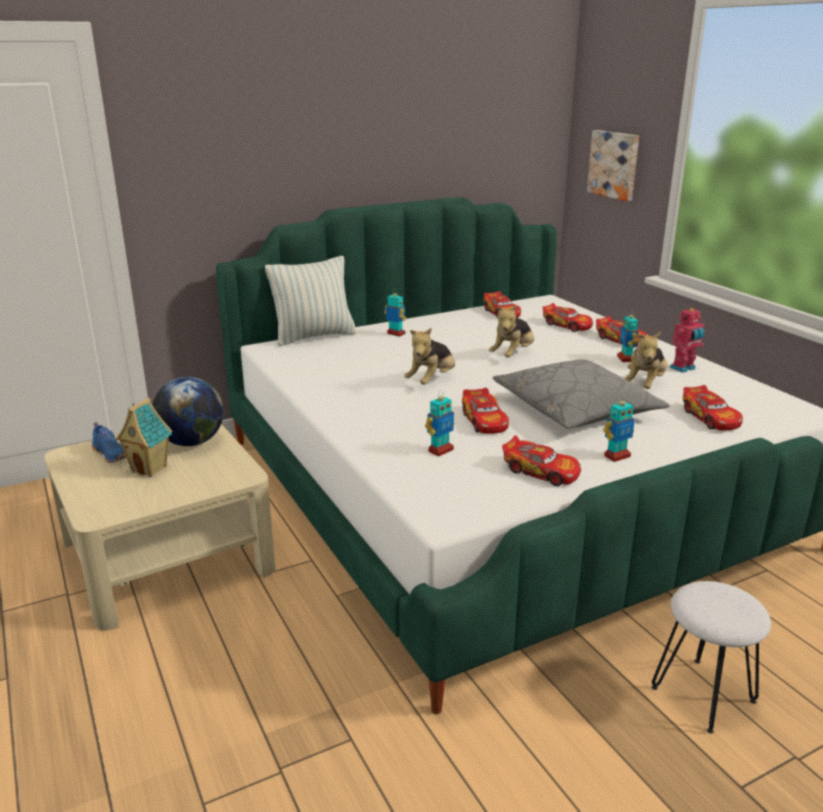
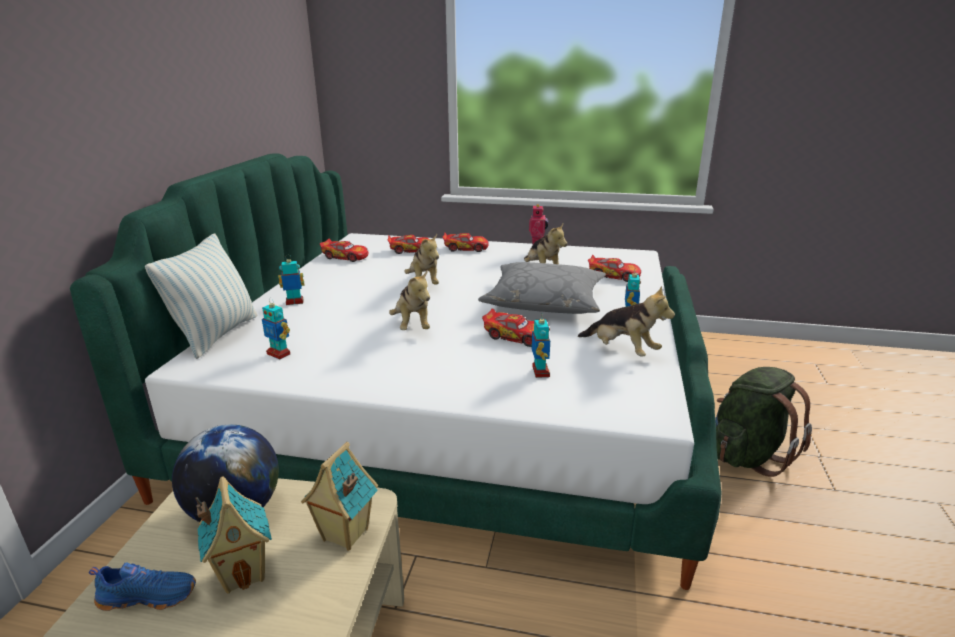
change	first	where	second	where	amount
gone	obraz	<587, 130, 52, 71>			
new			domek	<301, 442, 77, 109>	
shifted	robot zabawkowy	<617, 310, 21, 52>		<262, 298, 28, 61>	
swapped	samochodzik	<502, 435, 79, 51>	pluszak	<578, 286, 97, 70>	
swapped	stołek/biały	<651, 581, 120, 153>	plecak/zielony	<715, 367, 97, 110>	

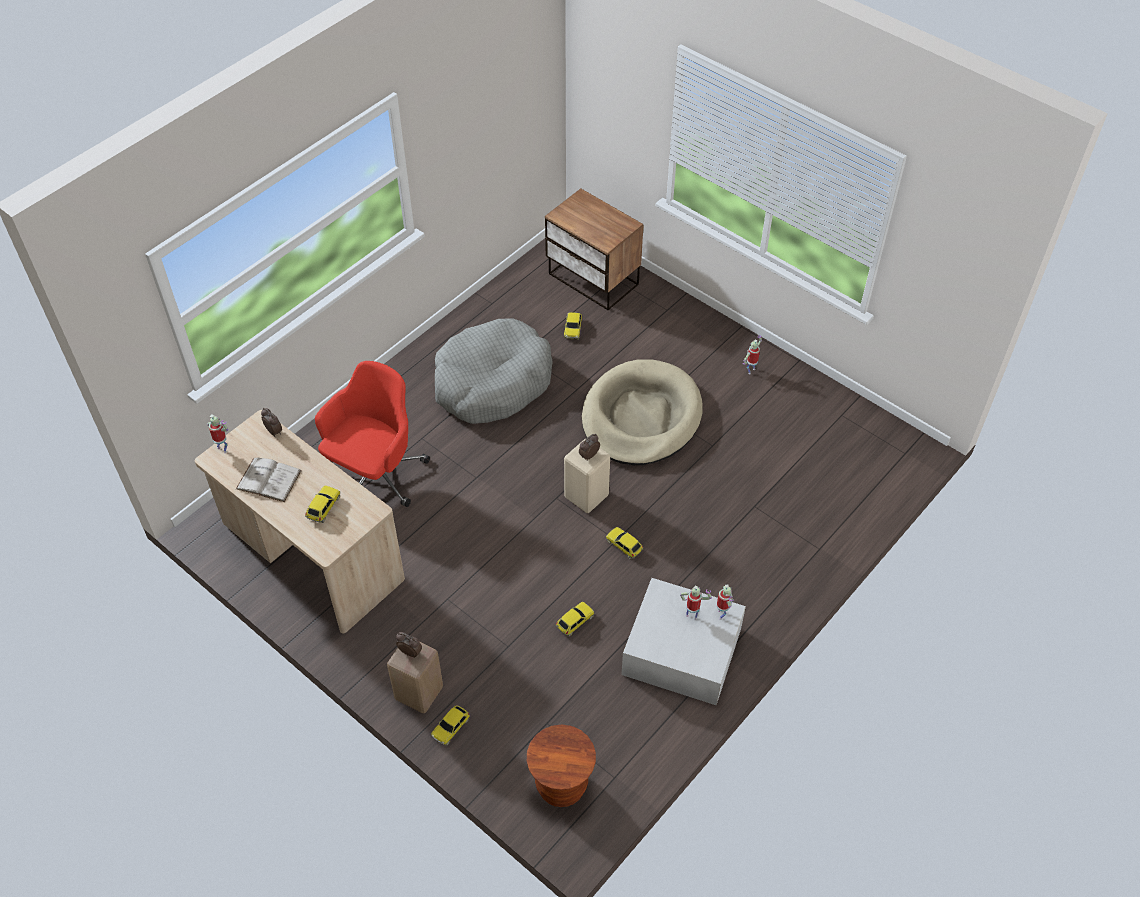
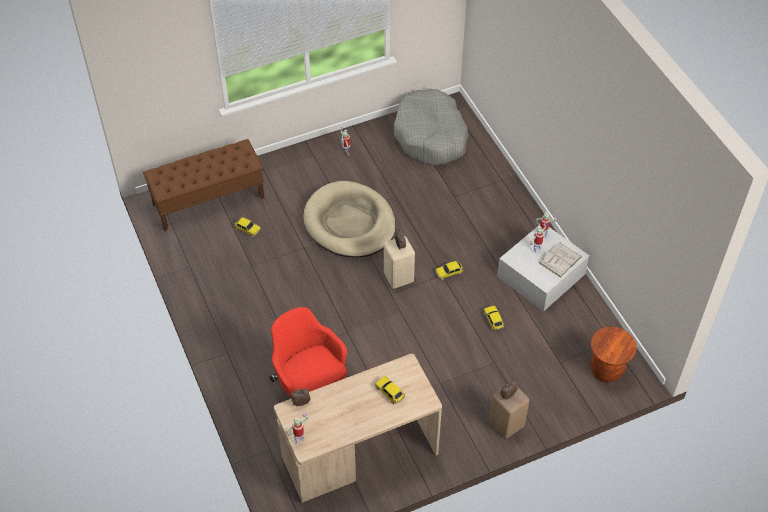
change	first	where	second	where	amount
gone	samochodzik	<431, 705, 39, 41>			
shifted	książka/biały	<236, 458, 66, 44>		<539, 242, 43, 36>	
shifted	legowisko/szary	<435, 318, 118, 106>		<394, 89, 74, 76>	
swapped	szafka nocna	<545, 189, 98, 121>	ławka/brązowy	<143, 139, 121, 92>	

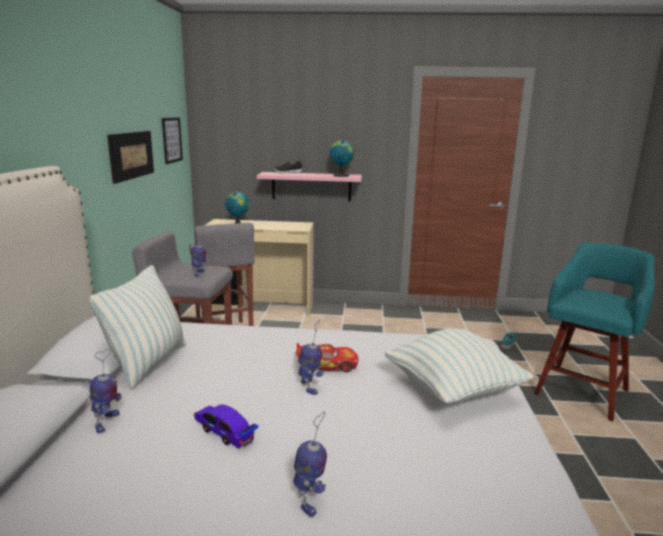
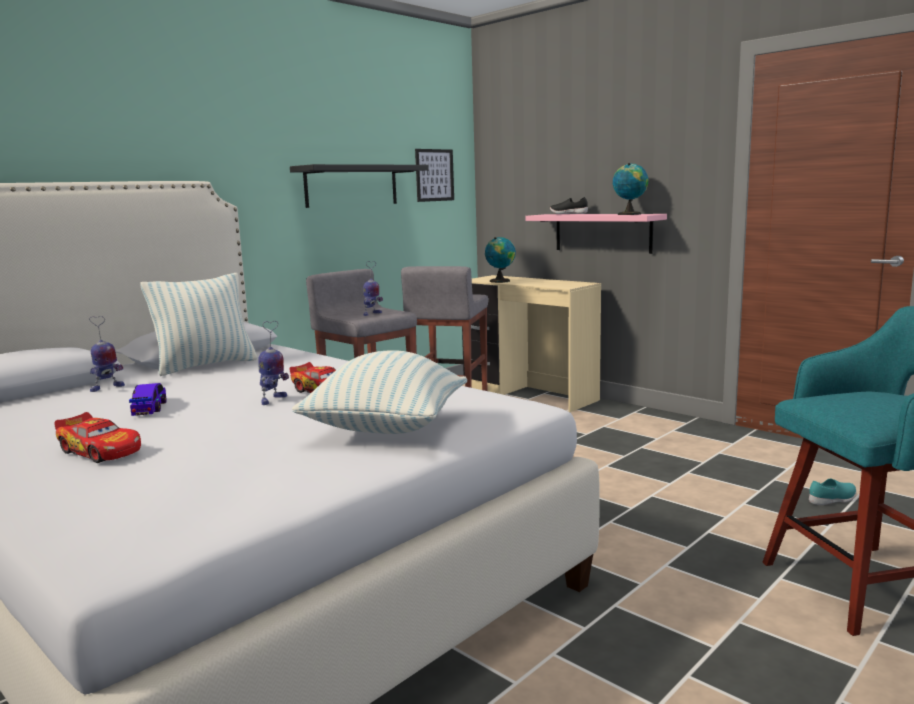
change	first	where	second	where	amount
swapped	obraz	<107, 131, 47, 53>	półka/czarny	<290, 164, 139, 44>	
swapped	robot zabawkowy	<293, 411, 34, 106>	samochodzik	<54, 412, 87, 51>	

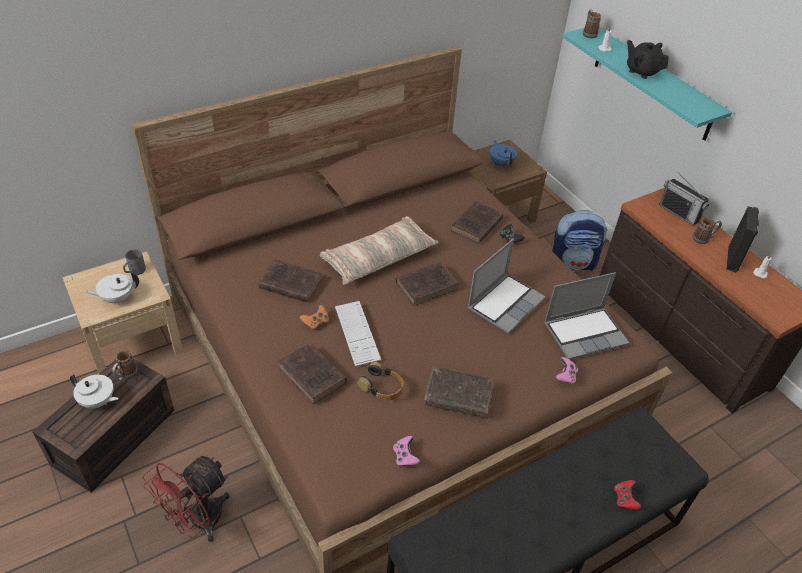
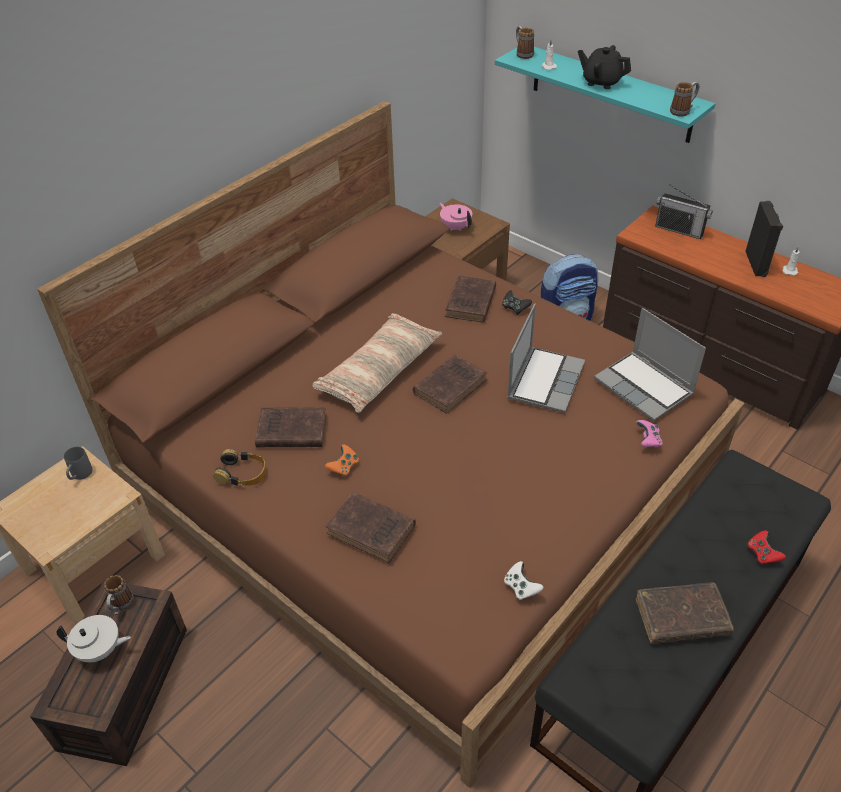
change	first	where	second	where	amount
gone	imbryk/biały	<85, 272, 54, 32>			
gone	wentylator/czerwony	<143, 456, 87, 86>			
gone	klawiatura	<335, 301, 46, 66>			
shifted	słuchawki	<357, 362, 47, 38>		<213, 449, 53, 37>	
shifted	książka/brązowy	<424, 366, 70, 52>		<636, 582, 98, 62>	
shifted	kubek	<693, 218, 29, 26>		<670, 82, 29, 35>	
repainted	pad do gier/różowy	<393, 436, 27, 30>	pad do gier/biały	<504, 561, 39, 39>	
repainted	imbryk/niebieski	<490, 140, 27, 27>	imbryk/różowy	<440, 203, 32, 28>	
rotated	laptop	<544, 272, 85, 88>		<594, 308, 112, 113>	90 degrees clockwise

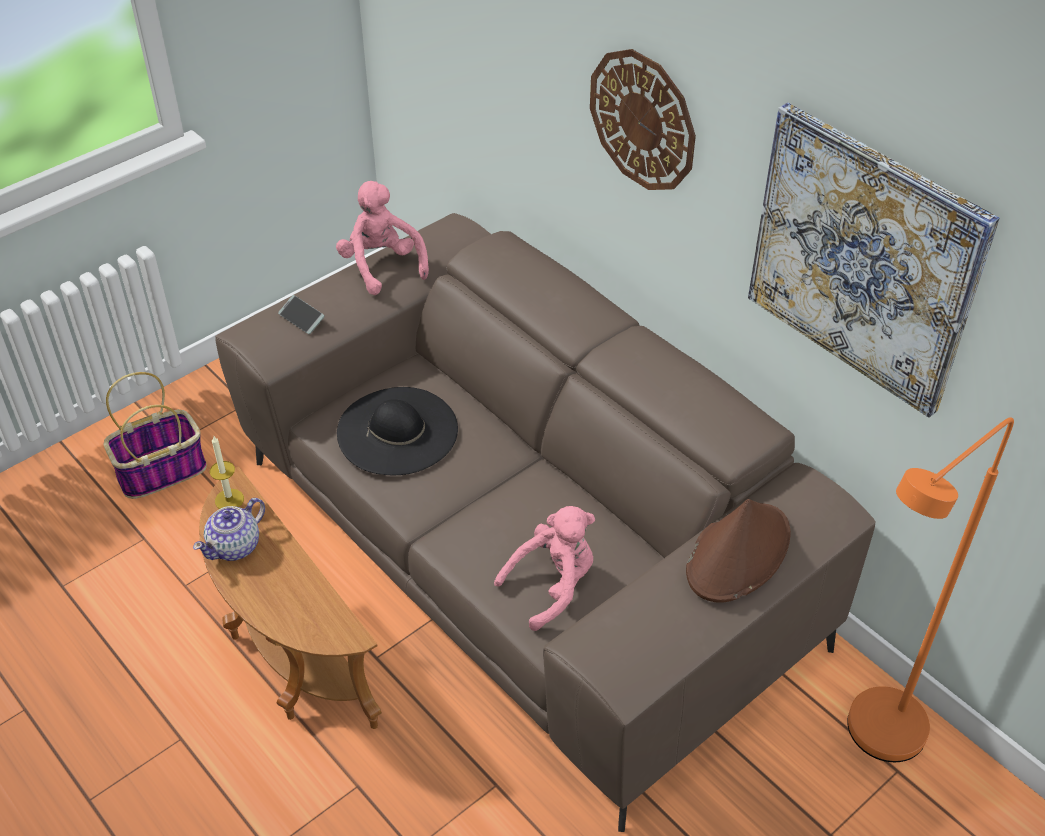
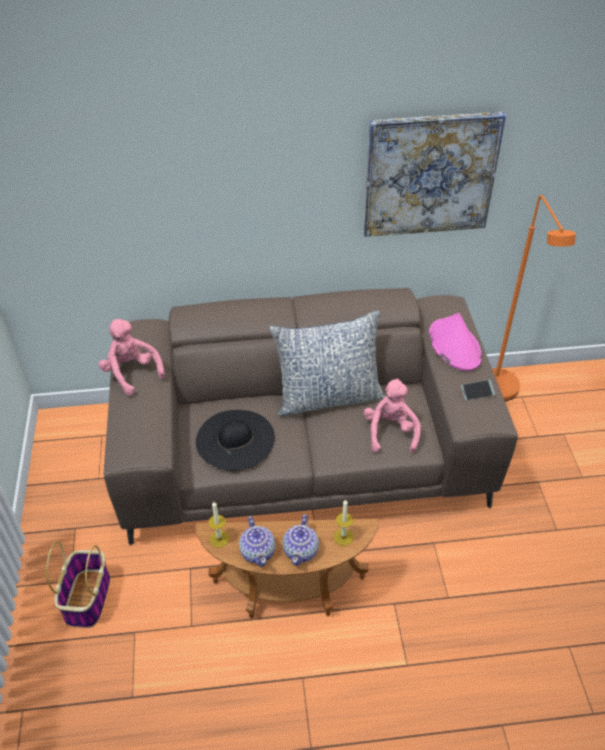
change	first	where	second	where	amount
gone	zegar ścienny	<590, 49, 106, 141>			
new			poduszka	<269, 310, 116, 106>	
new			imbryk	<282, 514, 37, 52>	
new			świeca	<334, 499, 20, 47>	
shifted	telefon	<278, 295, 47, 39>		<461, 380, 34, 21>	
repainted	kapelusz/brązowy	<686, 499, 105, 104>	kapelusz/różowy	<429, 313, 53, 58>	
rotated	pluszak/różowy	<336, 181, 93, 114>		<99, 319, 66, 77>	45 degrees clockwise

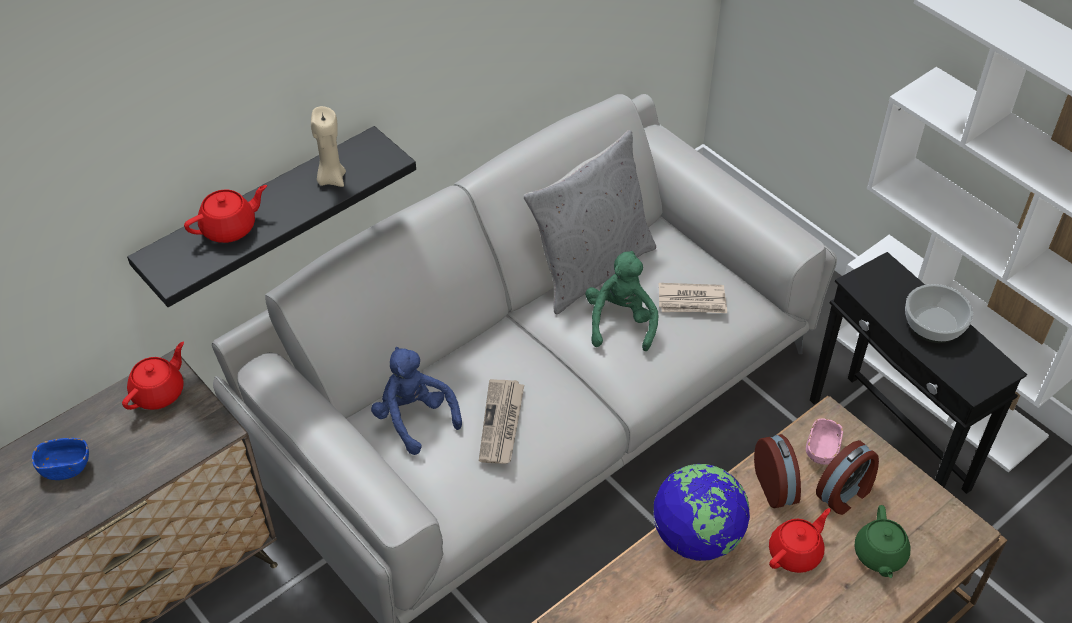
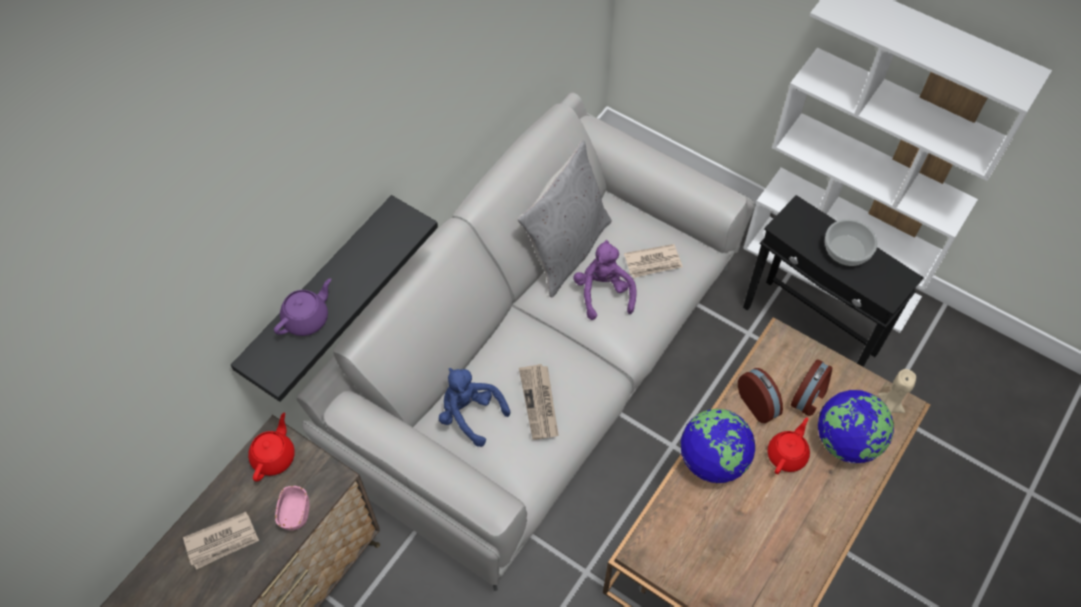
change	first	where	second	where	amount
shifted	świeca/beżowy	<311, 106, 35, 81>		<878, 369, 38, 45>	
shifted	miska/różowy	<806, 418, 37, 47>		<275, 486, 35, 44>	
swapped	miska/niebieski	<32, 438, 57, 42>	gazeta	<183, 512, 76, 57>	
swapped	imbryk/zielony	<855, 505, 55, 73>	globus	<818, 390, 76, 73>	
repainted	imbryk/czerwony	<184, 185, 83, 58>	imbryk/fioletowy	<274, 278, 57, 58>	
repainted	pluszak/zielony	<585, 251, 73, 100>	pluszak/fioletowy	<574, 240, 63, 80>	

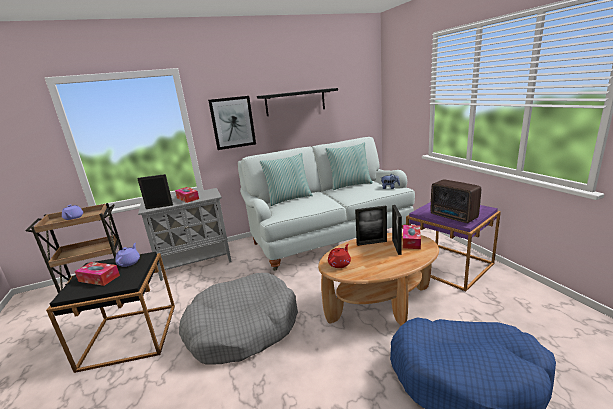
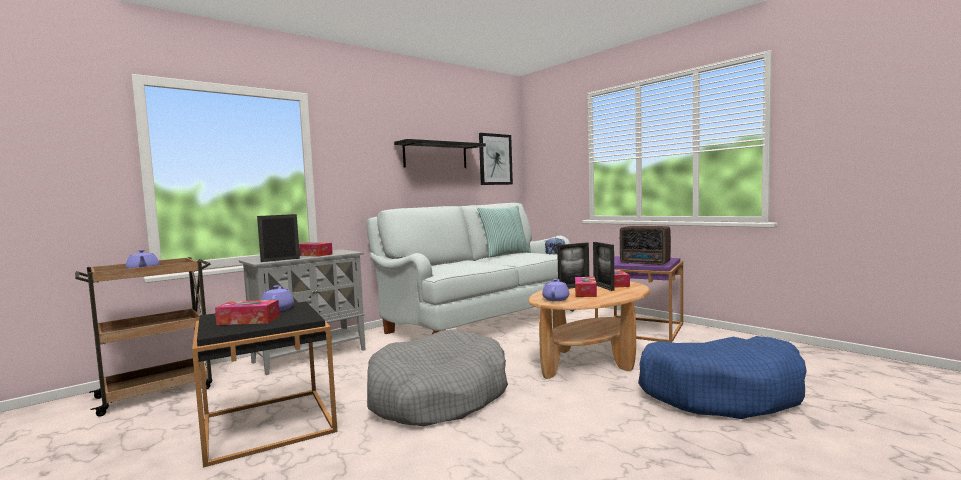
change	first	where	second	where	amount
gone	poduszka	<260, 153, 53, 53>			
new			pudełko chusteczek	<575, 277, 22, 20>	
shifted	obraz	<208, 96, 48, 54>		<479, 133, 34, 52>	
repainted	imbryk/czerwony	<328, 244, 23, 24>	imbryk/fioletowy	<542, 279, 27, 22>	

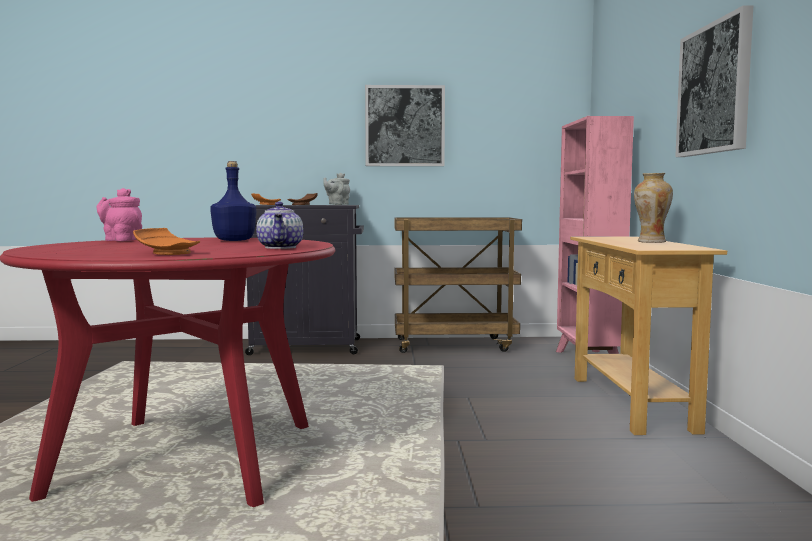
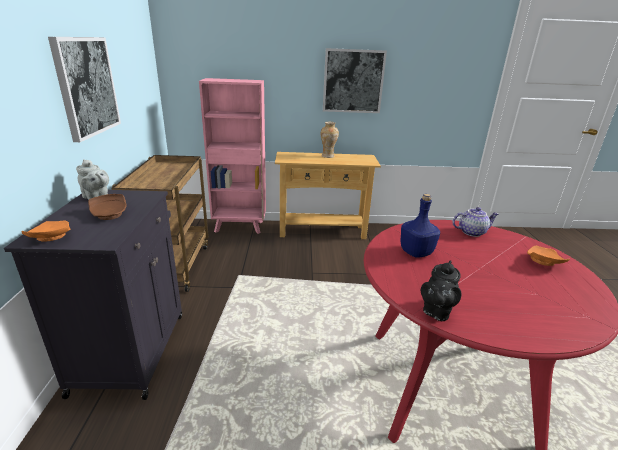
change	first	where	second	where	amount
repainted	imbryk/różowy	<97, 188, 45, 53>	imbryk/czarny	<421, 260, 40, 61>	

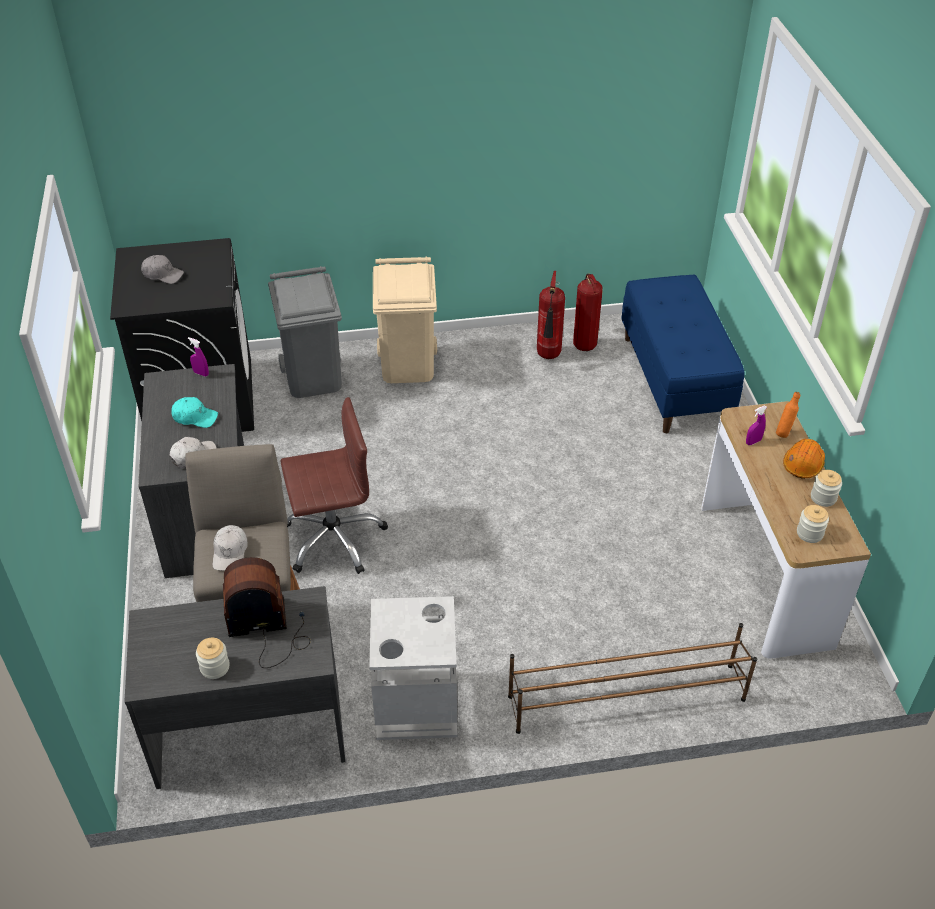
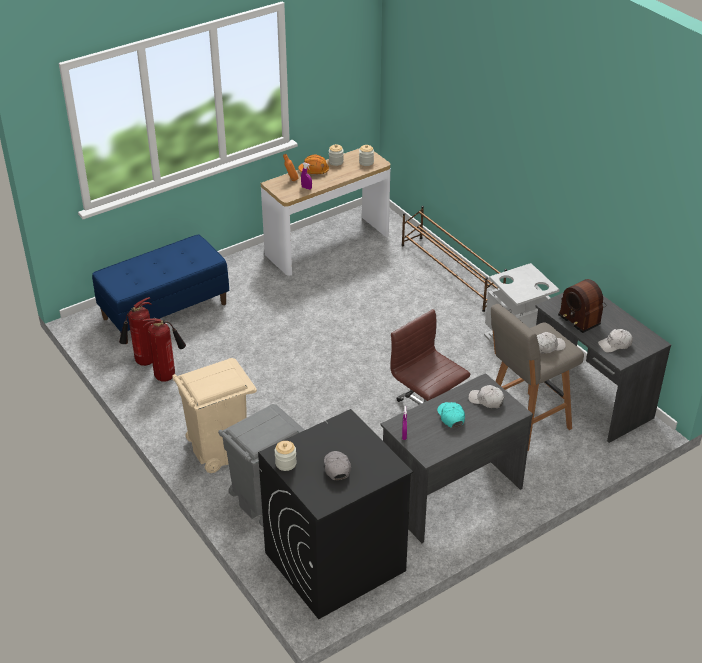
change	first	where	second	where	amount
new			czapka z daszkiem/biały	<598, 329, 35, 24>	
shifted	słoik	<196, 638, 34, 41>		<275, 441, 22, 30>	

